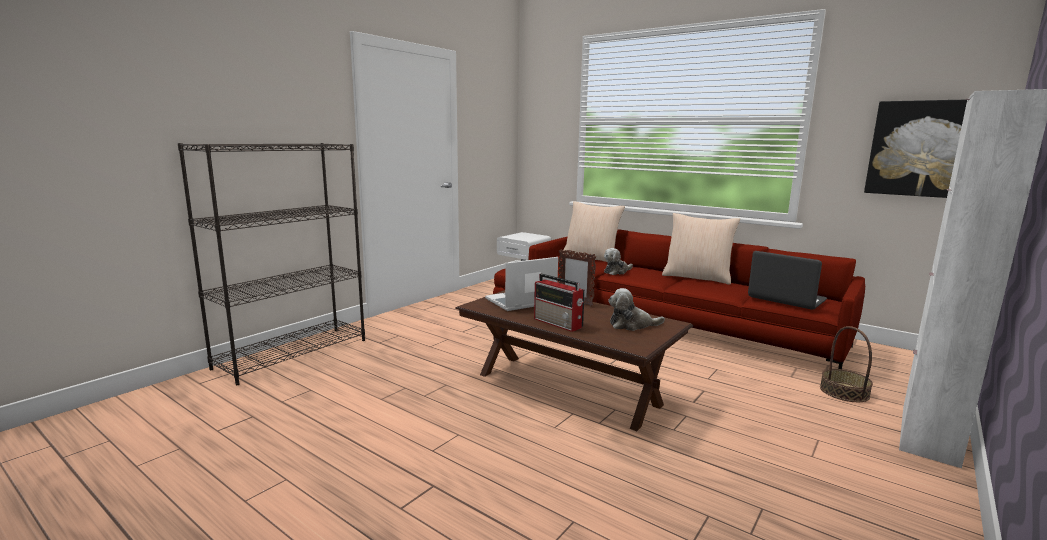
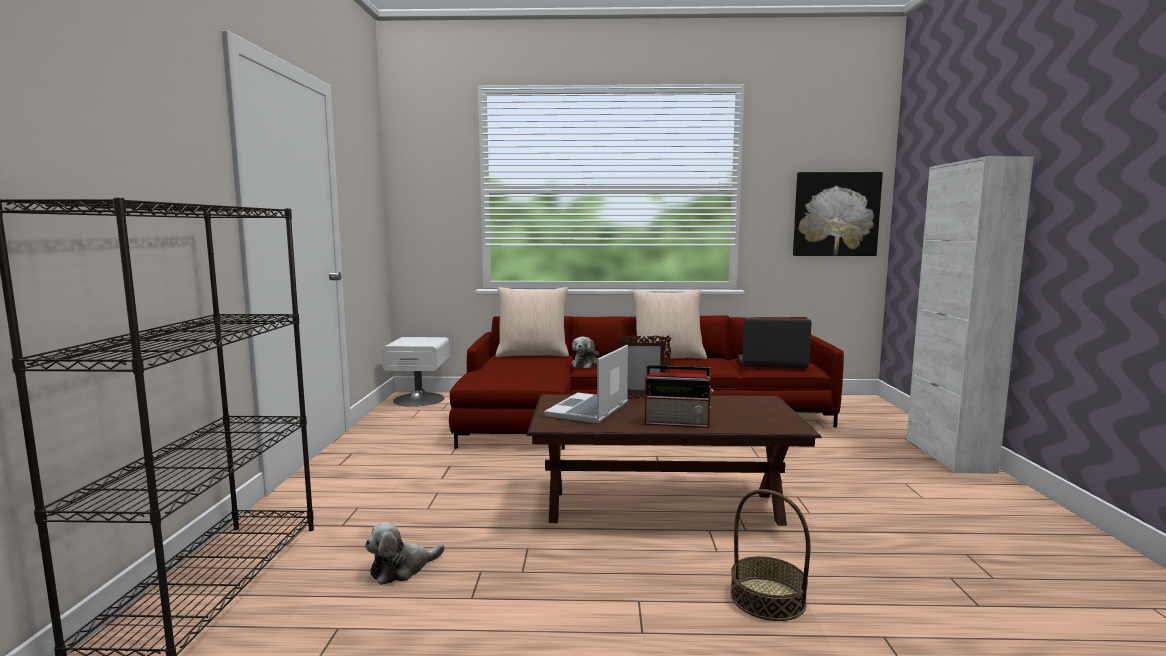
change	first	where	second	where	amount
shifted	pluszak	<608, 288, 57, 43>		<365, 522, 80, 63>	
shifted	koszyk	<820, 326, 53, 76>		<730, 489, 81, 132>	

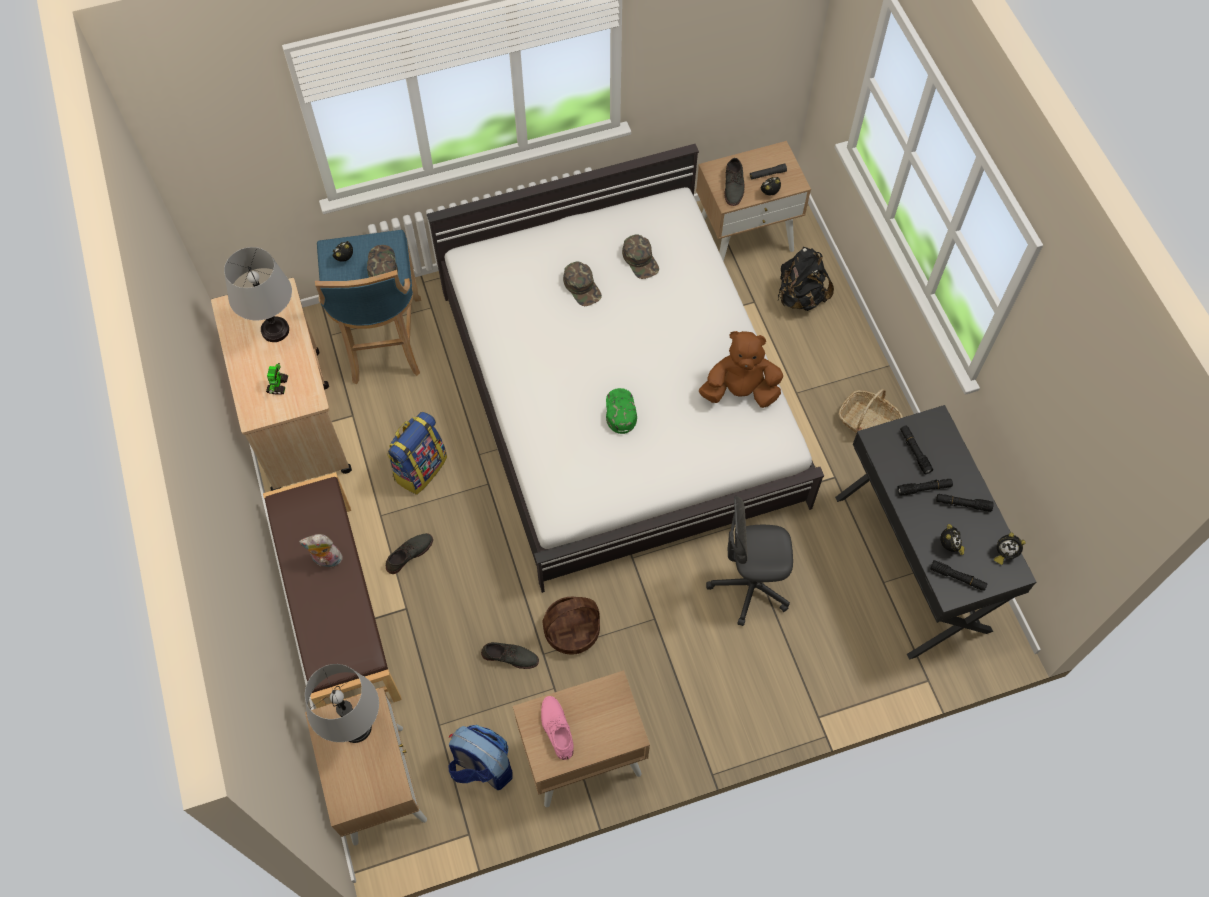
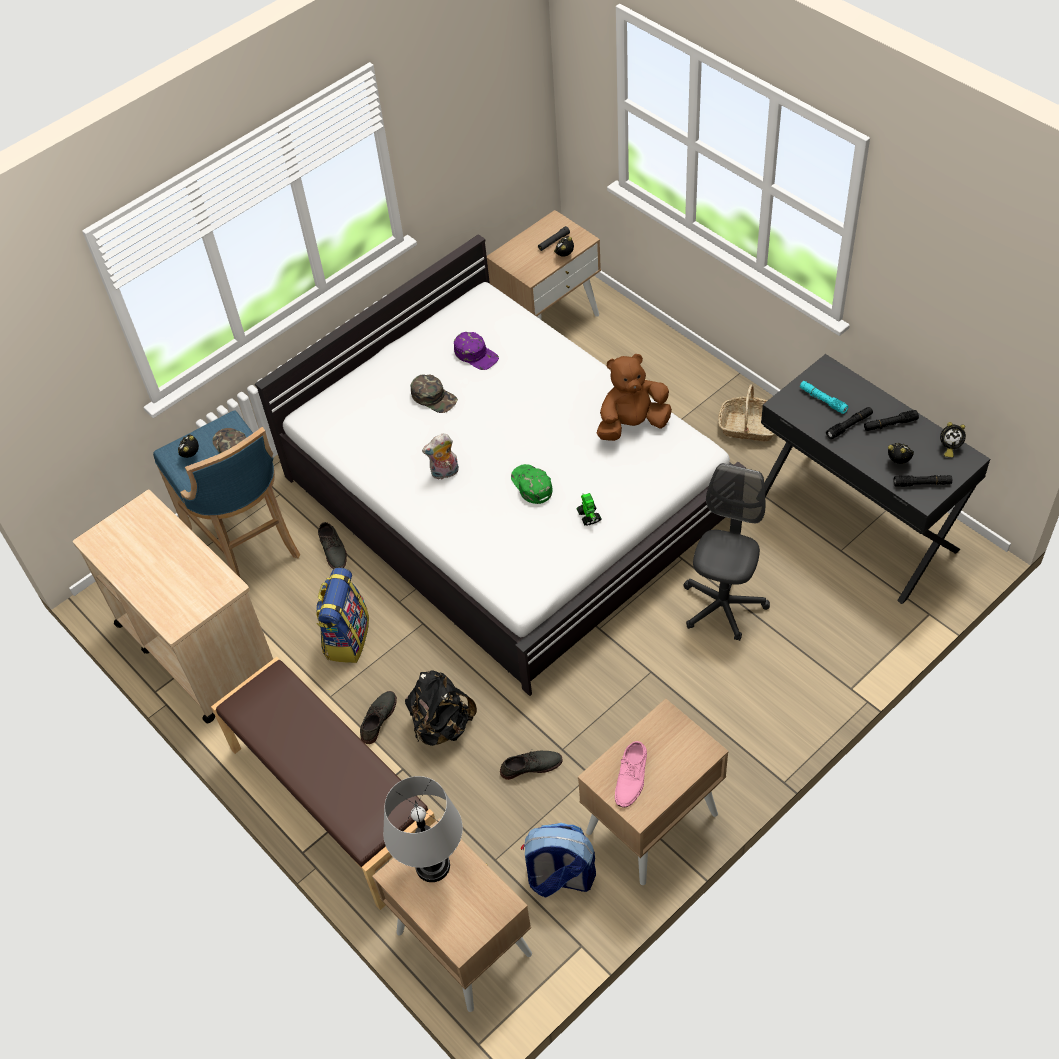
change	first	where	second	where	amount
gone	lampa stołowa/szary	<224, 247, 68, 95>			
gone	koszyk	<542, 596, 58, 59>			
shifted	robot zabawkowy	<266, 363, 22, 32>		<577, 493, 24, 33>	
shifted	pluszak	<299, 534, 44, 33>		<422, 433, 37, 47>	
shifted	but/szary	<724, 158, 20, 48>		<318, 522, 29, 47>	
shifted	plecak/czarny	<778, 247, 56, 64>		<405, 670, 72, 76>	
repainted	czapka z daszkiem/zielony	<622, 234, 37, 45>	czapka z daszkiem/fioletowy	<454, 332, 45, 38>	
repainted	latarka/czarny	<900, 425, 33, 49>	latarka/turkusowy	<800, 381, 48, 33>	
rotated	but/różowy	<541, 696, 33, 64>		<615, 741, 32, 66>	120 degrees counterclockwise
rotated	krzesło biurowe/szary	<706, 496, 87, 130>		<683, 463, 87, 178>	135 degrees clockwise
rotated	budzik	<940, 524, 24, 31>		<888, 443, 26, 21>	45 degrees counterclockwise

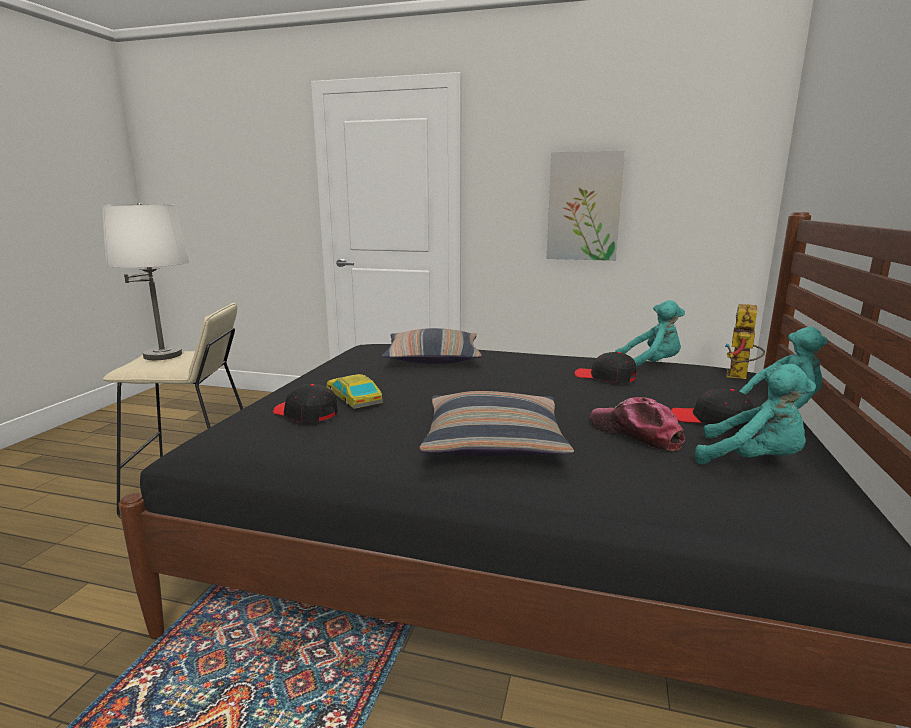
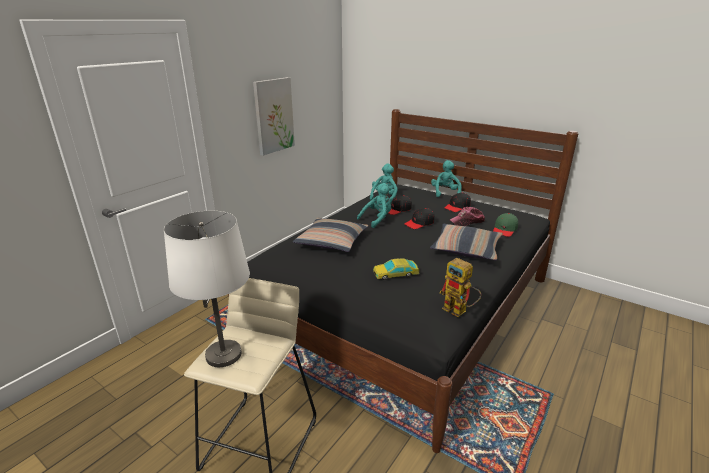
change	first	where	second	where	amount
new			czapka z daszkiem/zielony	<493, 213, 25, 24>	
shifted	czapka z daszkiem/czarny	<273, 384, 65, 39>		<405, 208, 30, 21>	
shifted	pluszak/turkusowy	<695, 364, 121, 100>		<357, 183, 35, 45>	
shifted	robot zabawkowy	<725, 304, 40, 75>		<440, 258, 41, 59>	

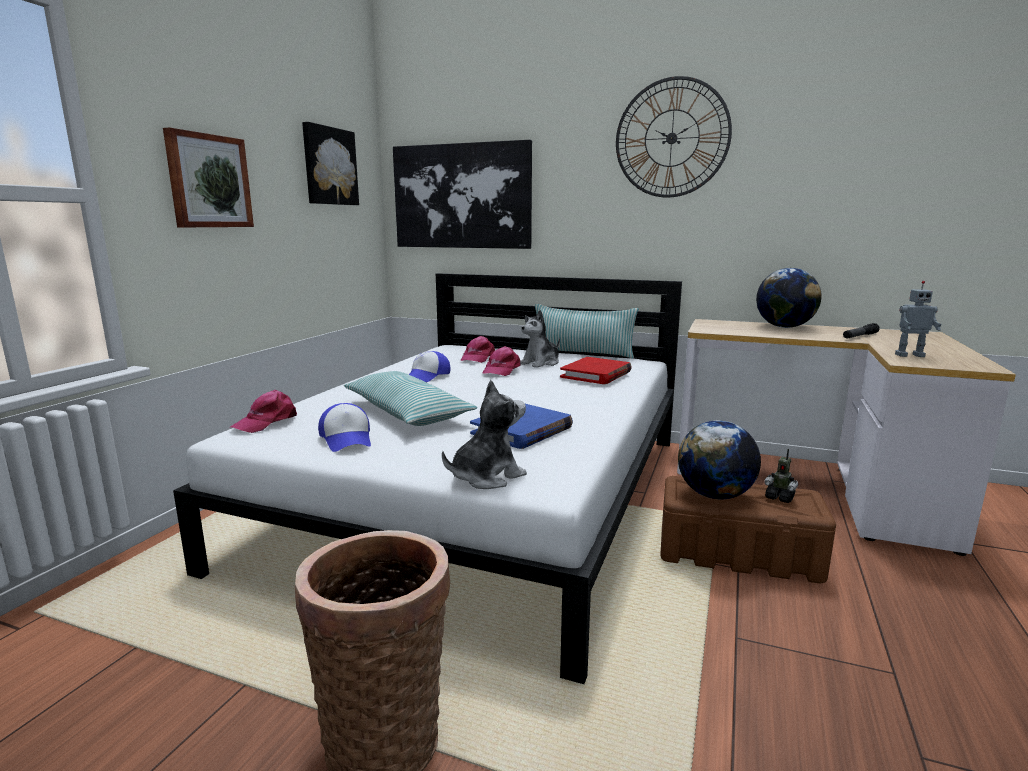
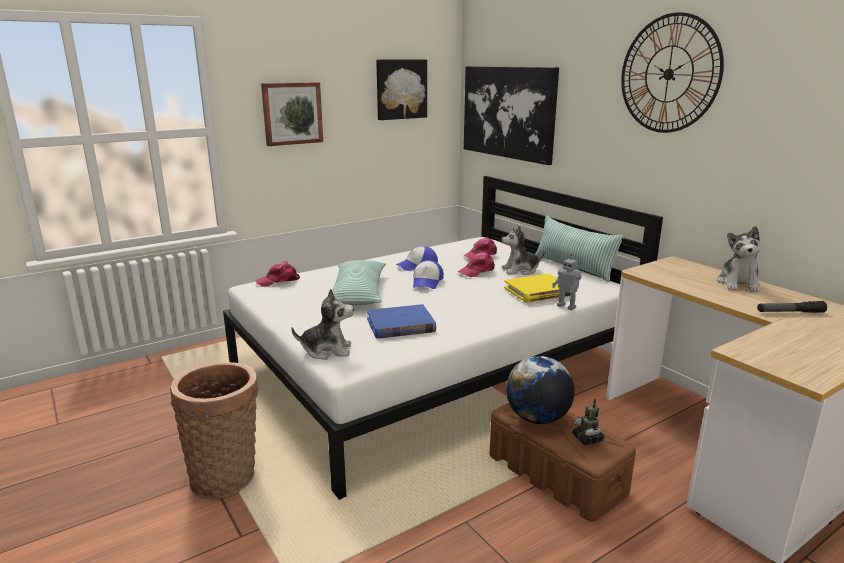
change	first	where	second	where	amount
shifted	czapka z daszkiem	<318, 403, 53, 49>		<413, 260, 31, 29>	
shifted	robot zabawkowy	<895, 281, 47, 76>		<552, 254, 29, 56>	
swapped	globus	<756, 268, 66, 60>	pluszak	<717, 226, 43, 66>	
repainted	książka/czerwony	<560, 357, 72, 27>	książka/żółty	<504, 274, 67, 29>	

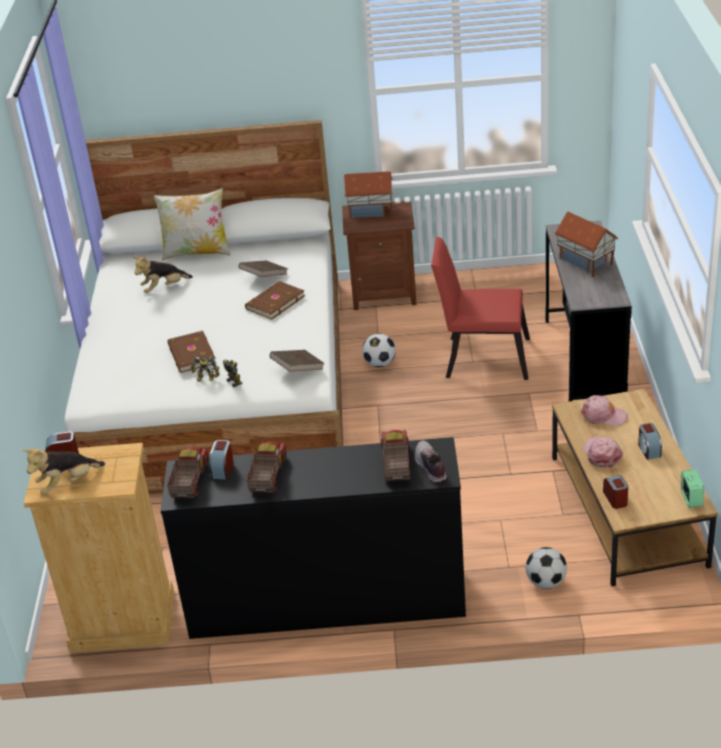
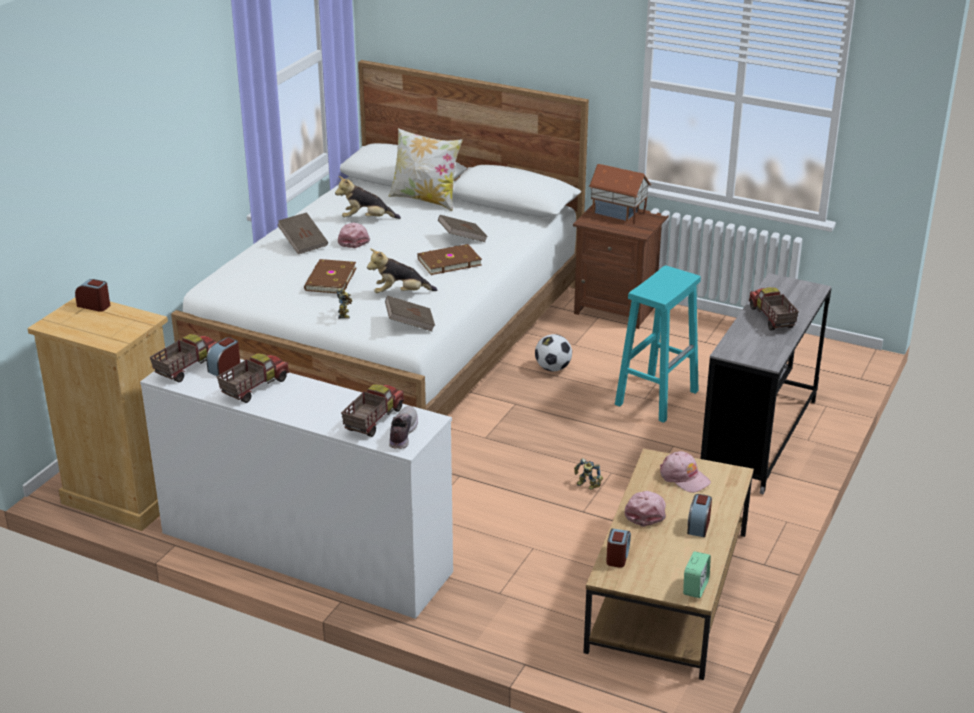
change	first	where	second	where	amount
gone	piłka futbolowa	<526, 547, 41, 42>			
new			książka/brązowy	<278, 212, 50, 42>	
new			czapka z daszkiem/różowy	<338, 223, 32, 25>	
shifted	pluszak	<23, 449, 82, 46>		<367, 248, 70, 45>	
shifted	robot zabawkowy	<190, 356, 30, 26>		<574, 458, 29, 32>	
swapped	krzesło/czerwony	<431, 237, 99, 143>	stołek/turkusowy	<615, 265, 86, 158>	
swapped	domek	<555, 212, 63, 65>	ciężarówka zabawkowa	<749, 287, 50, 43>	
repainted	komoda/czarny	<161, 437, 305, 202>	komoda/biały	<140, 358, 313, 261>	

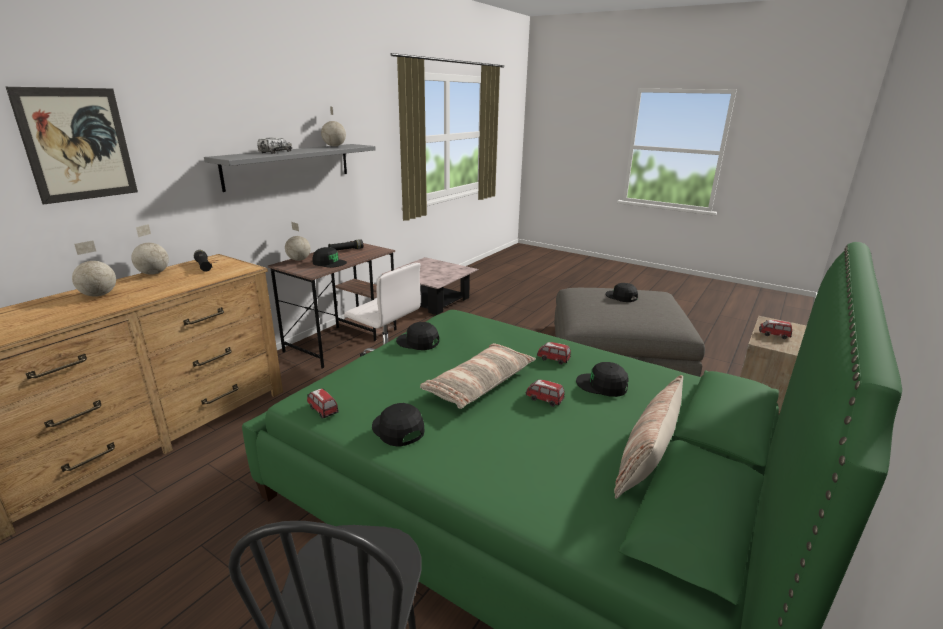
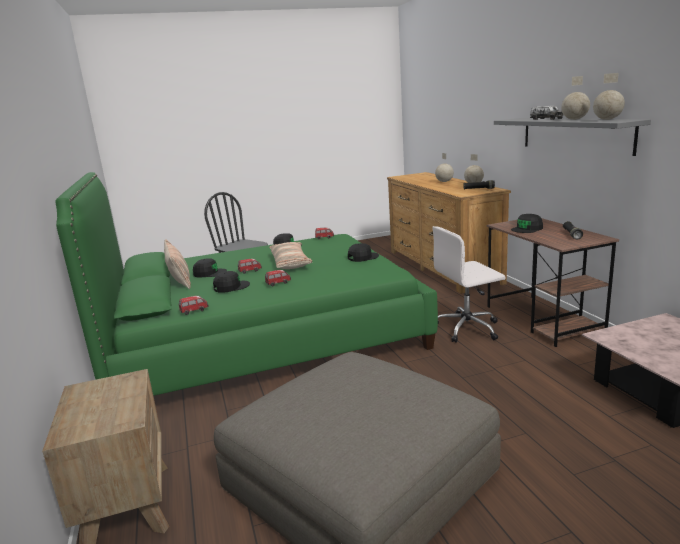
change	first	where	second	where	amount
gone	obraz	<6, 87, 132, 118>			
shifted	globus	<285, 222, 26, 39>		<561, 76, 29, 44>	
shifted	czapka z daszkiem/czarny	<605, 283, 33, 19>		<193, 258, 34, 19>	
shifted	samochodzik	<759, 320, 33, 19>		<179, 296, 29, 19>	

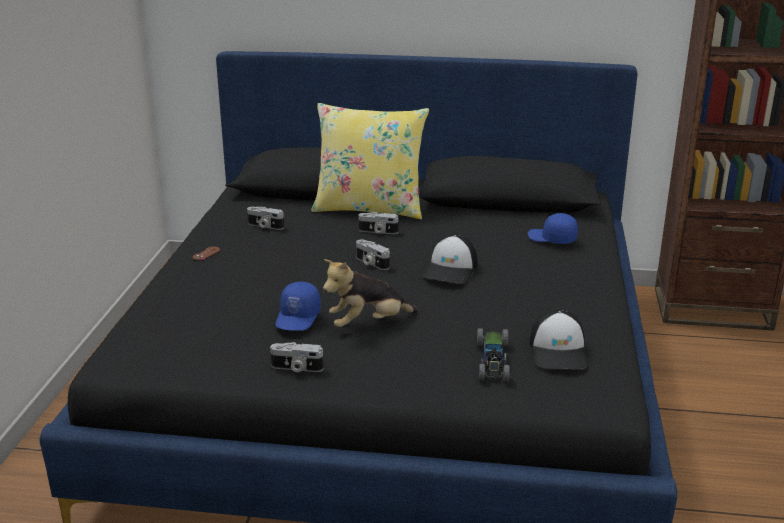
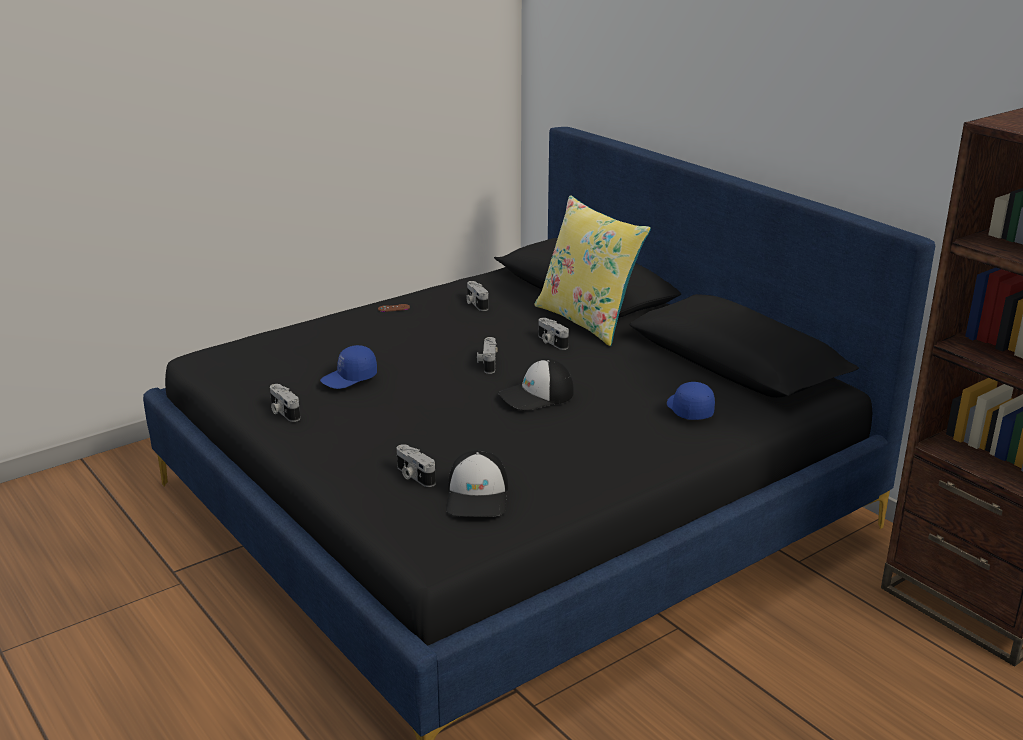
change	first	where	second	where	amount
gone	pluszak	<323, 259, 96, 68>			
swapped	samochodzik	<477, 328, 33, 53>	aparat fotograficzny	<397, 444, 39, 43>	
rotated	czapka z daszkiem	<529, 310, 59, 60>		<446, 450, 62, 67>	45 degrees counterclockwise

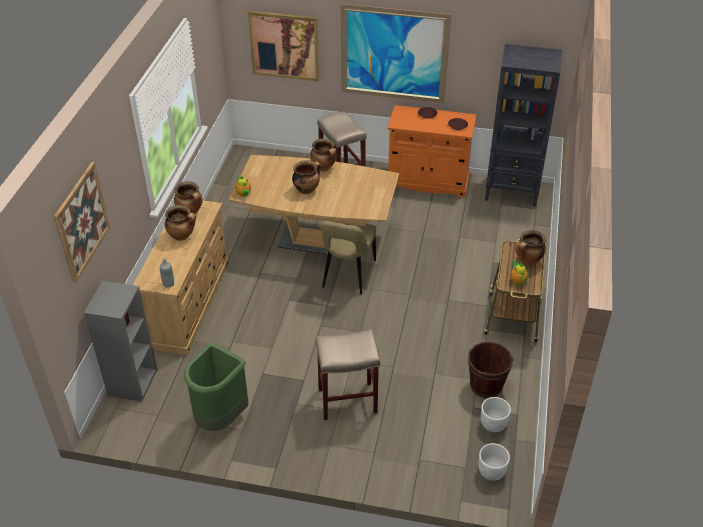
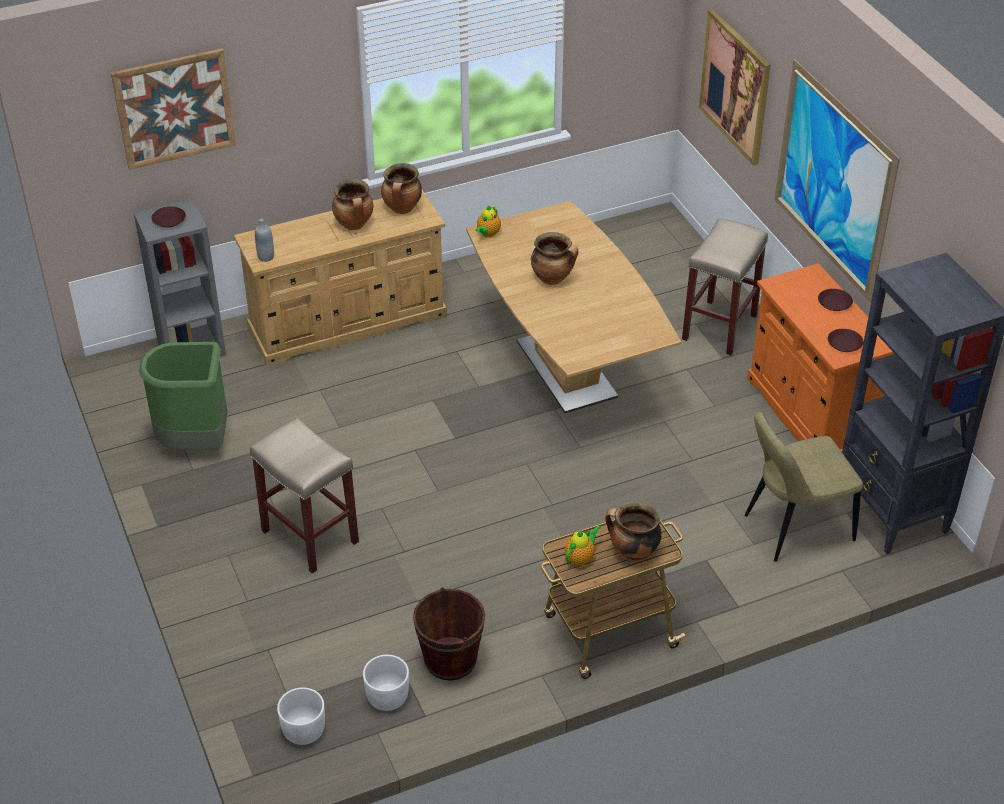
change	first	where	second	where	amount
gone	garnek	<310, 138, 26, 33>			
new			talerz/brązowy	<152, 206, 34, 22>	
shifted	krzesło/beżowy	<320, 221, 56, 74>		<745, 412, 118, 150>	

